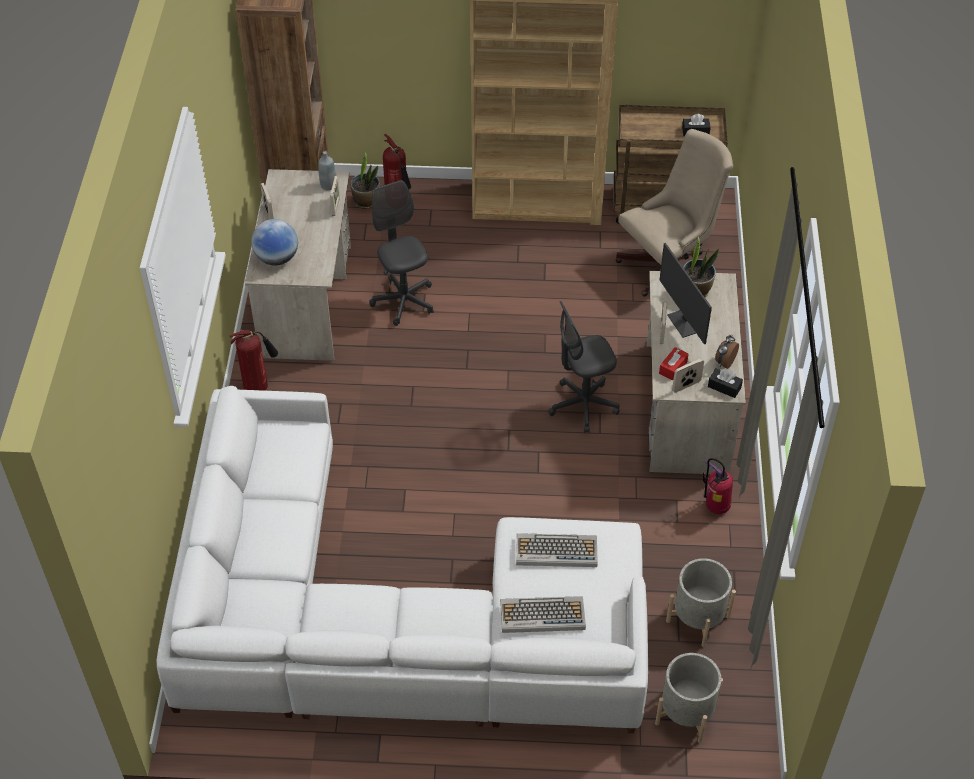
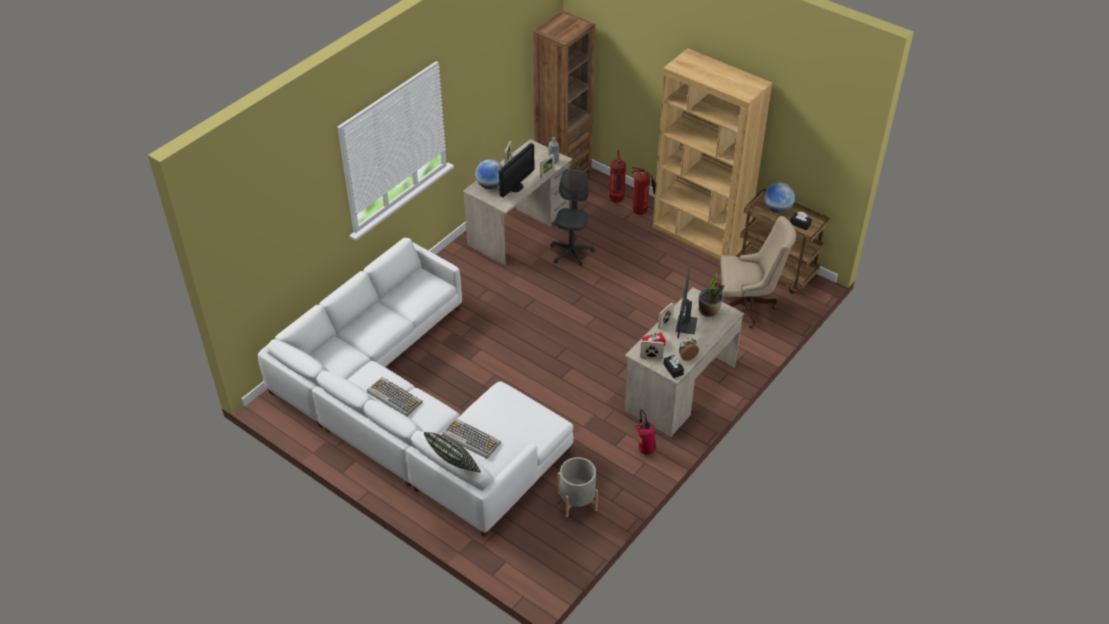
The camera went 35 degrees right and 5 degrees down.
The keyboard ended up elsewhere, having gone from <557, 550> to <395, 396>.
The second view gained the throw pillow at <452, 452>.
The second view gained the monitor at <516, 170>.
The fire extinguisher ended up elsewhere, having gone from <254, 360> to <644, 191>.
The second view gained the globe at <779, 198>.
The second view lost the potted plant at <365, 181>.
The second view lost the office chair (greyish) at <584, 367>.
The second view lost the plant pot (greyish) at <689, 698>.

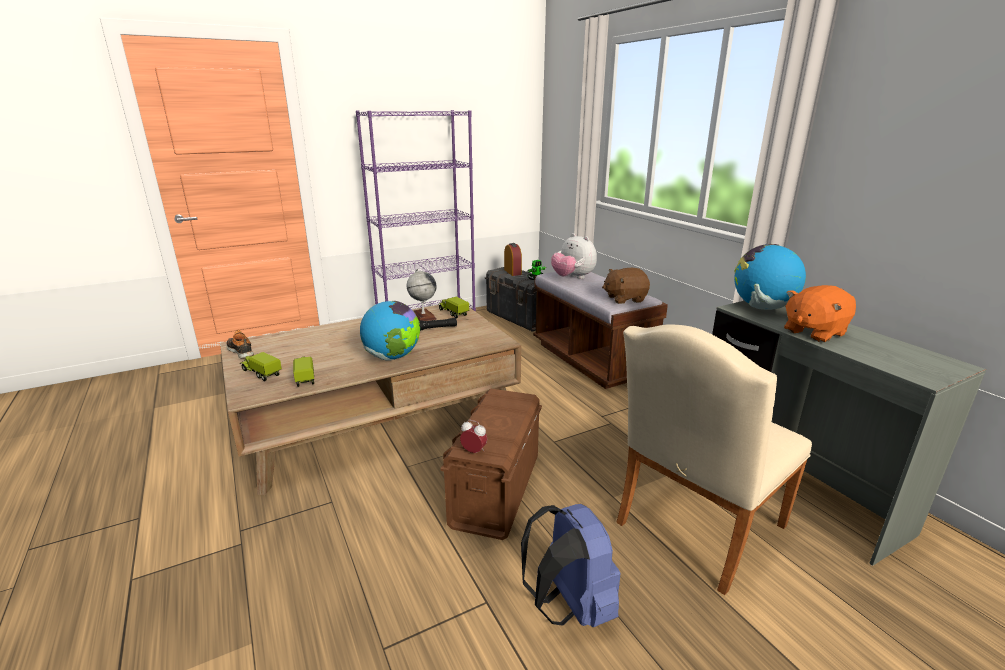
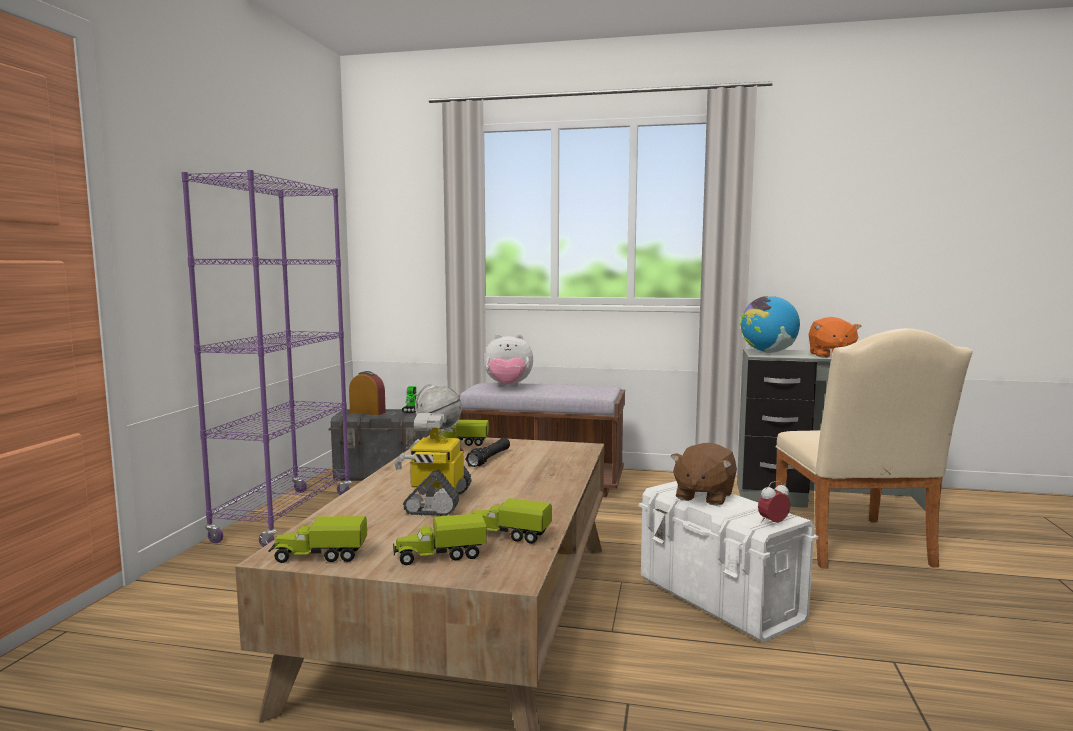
The camera went 50 degrees left and 15 degrees down.
Where the item of footwear stood at <240, 344>, the toy truck came to stand at <317, 539>.
The second view gained the robot figure at <433, 464>.
What was the storage box (brownish) at <491, 464> turned into the storage box (white) at <728, 562>.
The cuddly toy (brownish) ended up elsewhere, having gone from <626, 286> to <704, 474>.
The second view lost the globe at <390, 331>.
The second view lost the backpack (blue-coloured) at <571, 565>.

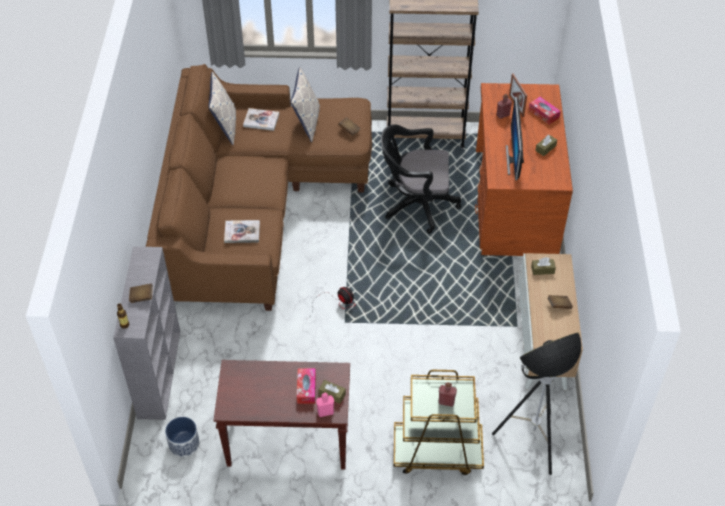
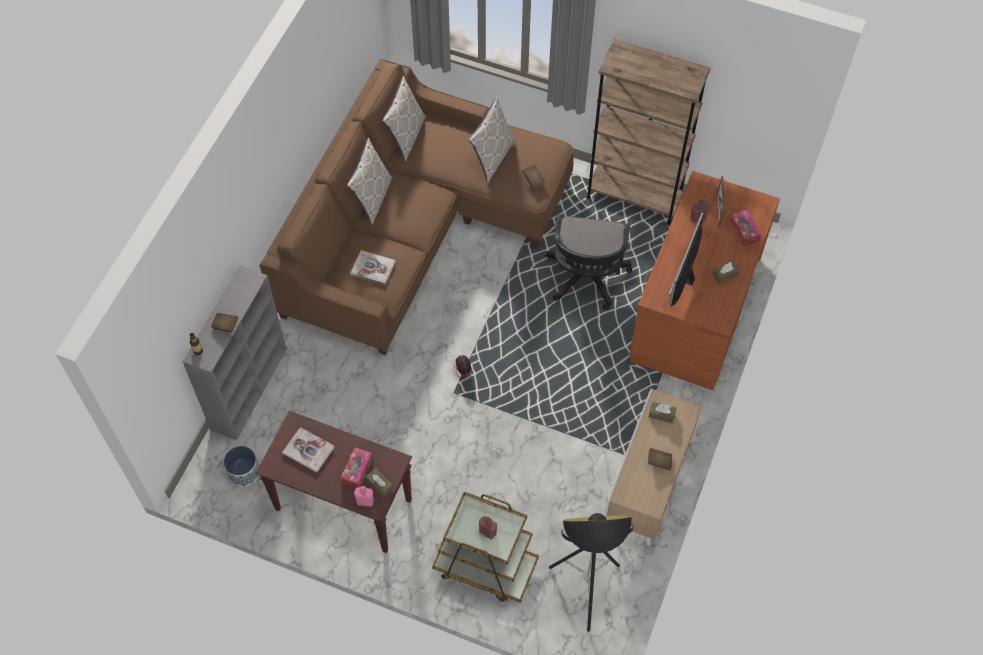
The camera went 20 degrees right and 10 degrees up.
The bound book ended up elsewhere, having gone from <261, 119> to <308, 450>.
The second view gained the throw pillow at <369, 181>.
The office chair (black-coloured) at <421, 179> ended up facing another way, 105 degrees counterclockwise from before.

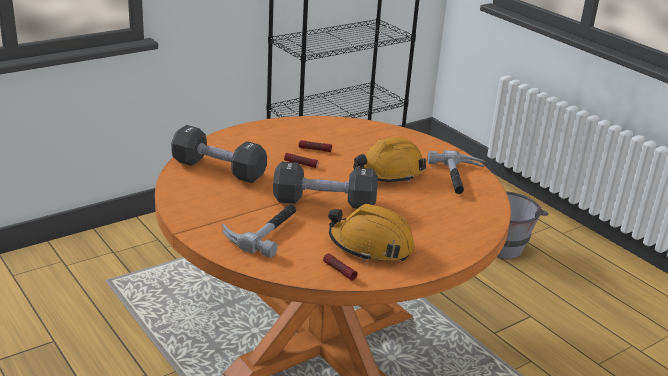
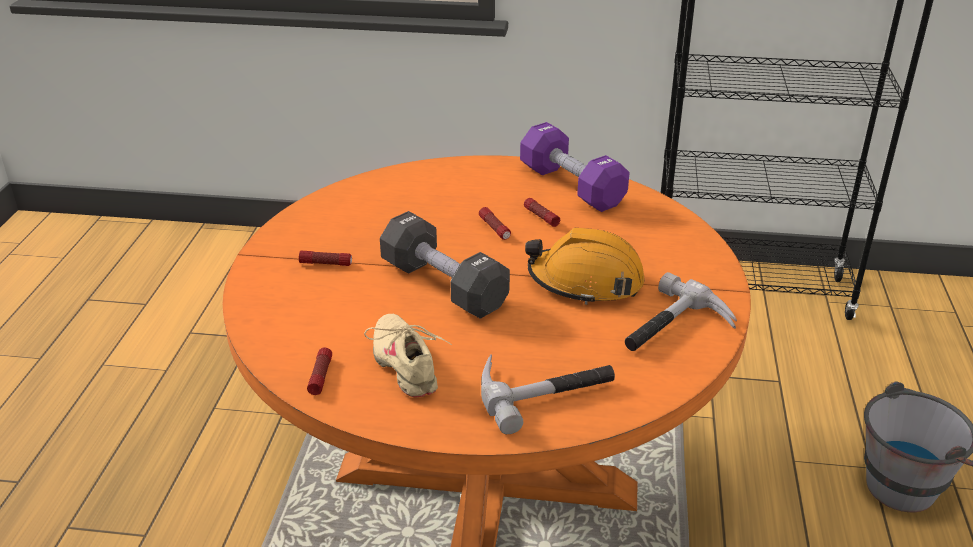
The camera went 45 degrees right and 5 degrees up.
The second view gained the flashlight at <325, 258>.
Where the safety helmet (orange-coloured) stood at <371, 232>, the item of footwear (beige) came to stand at <408, 356>.
The tool hammer ended up elsewhere, having gone from <259, 231> to <548, 394>.
The second view gained the hand weight (purplish) at <575, 167>.
The second view lost the hand weight (black-coloured) at <219, 154>.

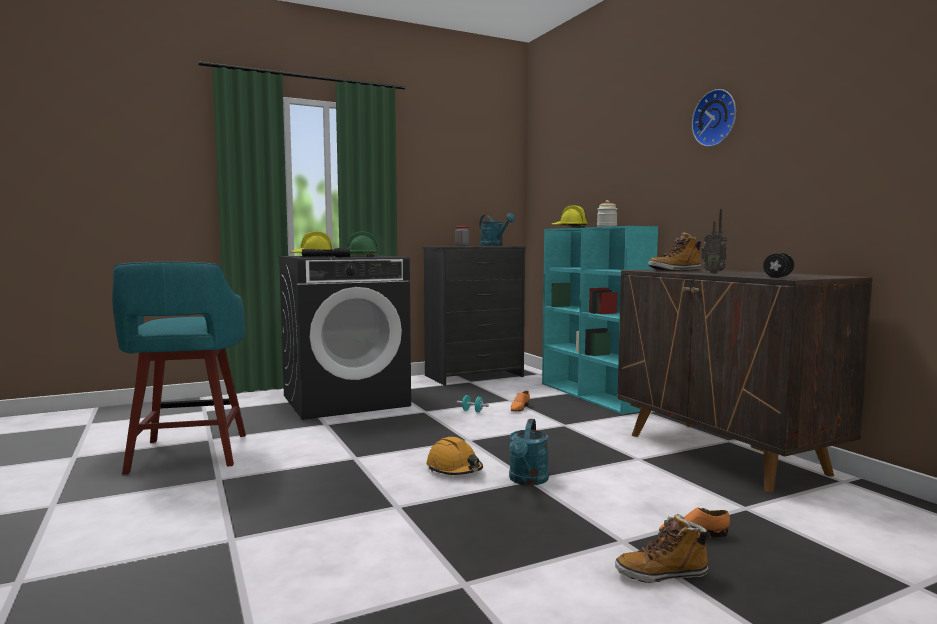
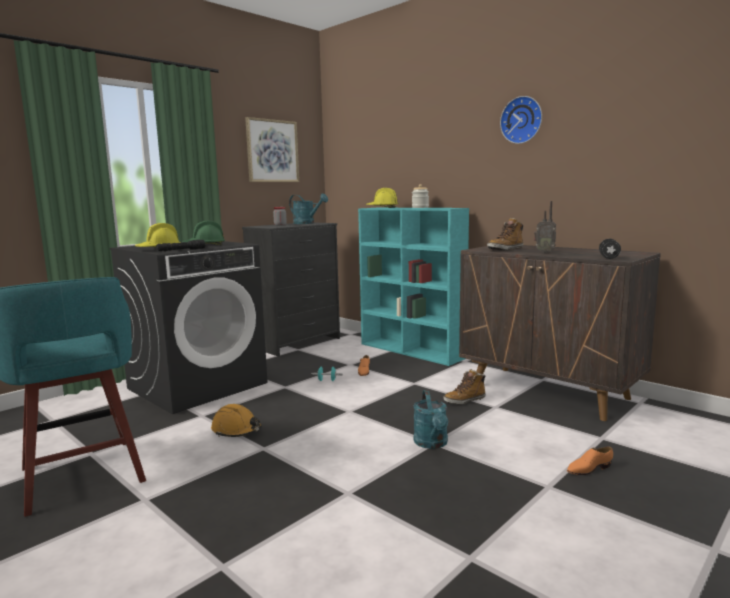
The camera went 20 degrees left and 5 degrees up.
The safety helmet (orange-coloured) ended up elsewhere, having gone from <454, 456> to <236, 420>.
The second view gained the wall art at <272, 149>.
The tall boot ended up elsewhere, having gone from <662, 548> to <464, 387>.

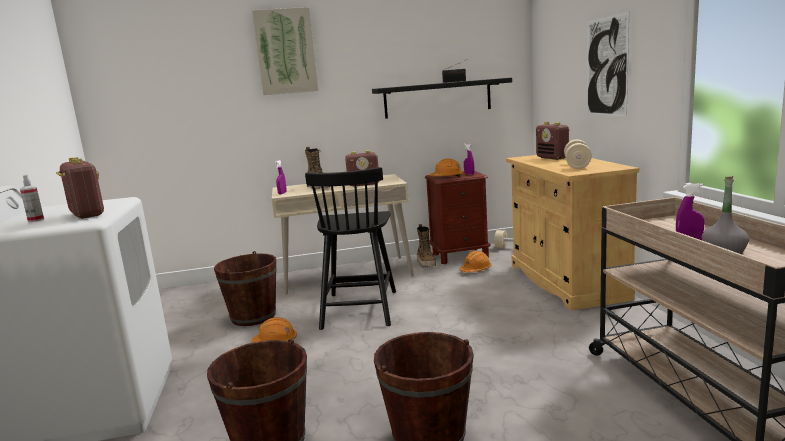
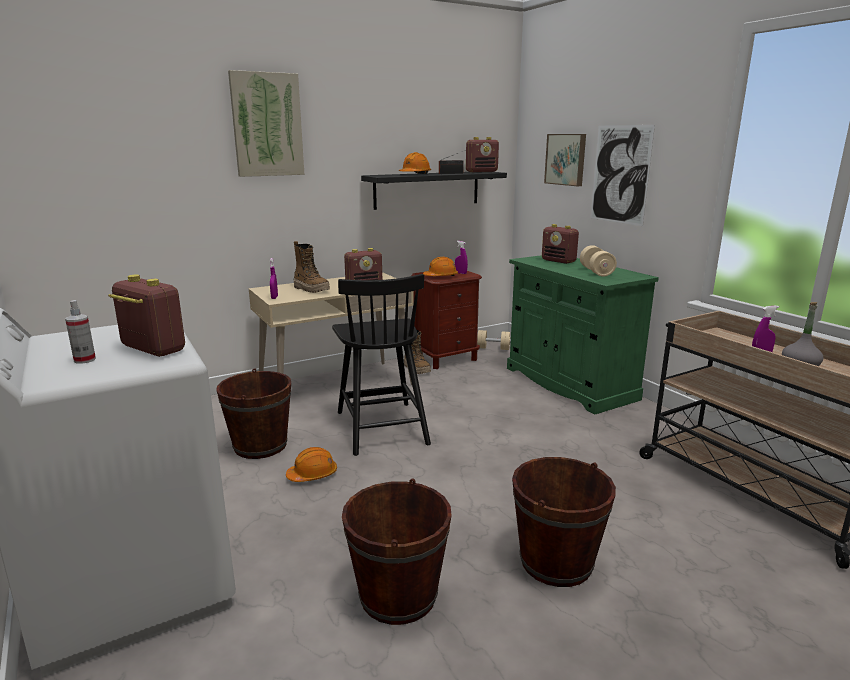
The camera went 20 degrees left and 5 degrees up.
The safety helmet (orange-coloured) ended up elsewhere, having gone from <475, 261> to <415, 163>.
The second view gained the radio at <482, 155>.
What was the cupboard (beige) at <572, 233> turned into the cupboard (green) at <583, 334>.
The second view gained the wall art at <565, 160>.

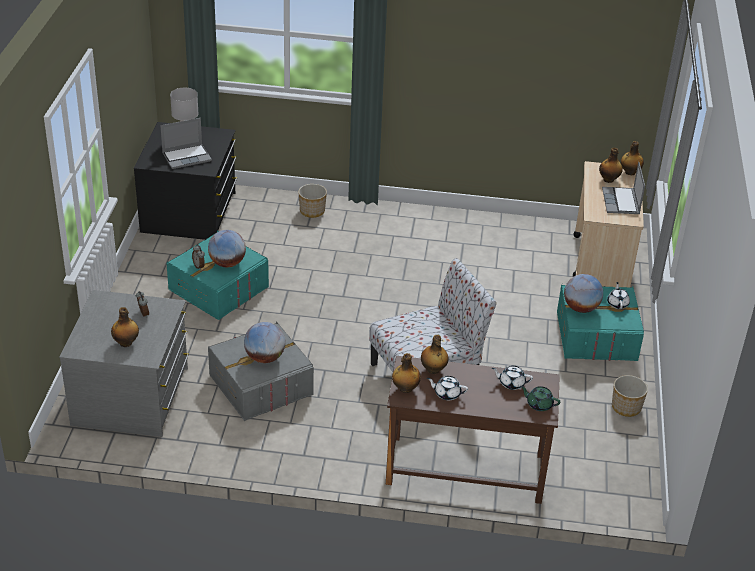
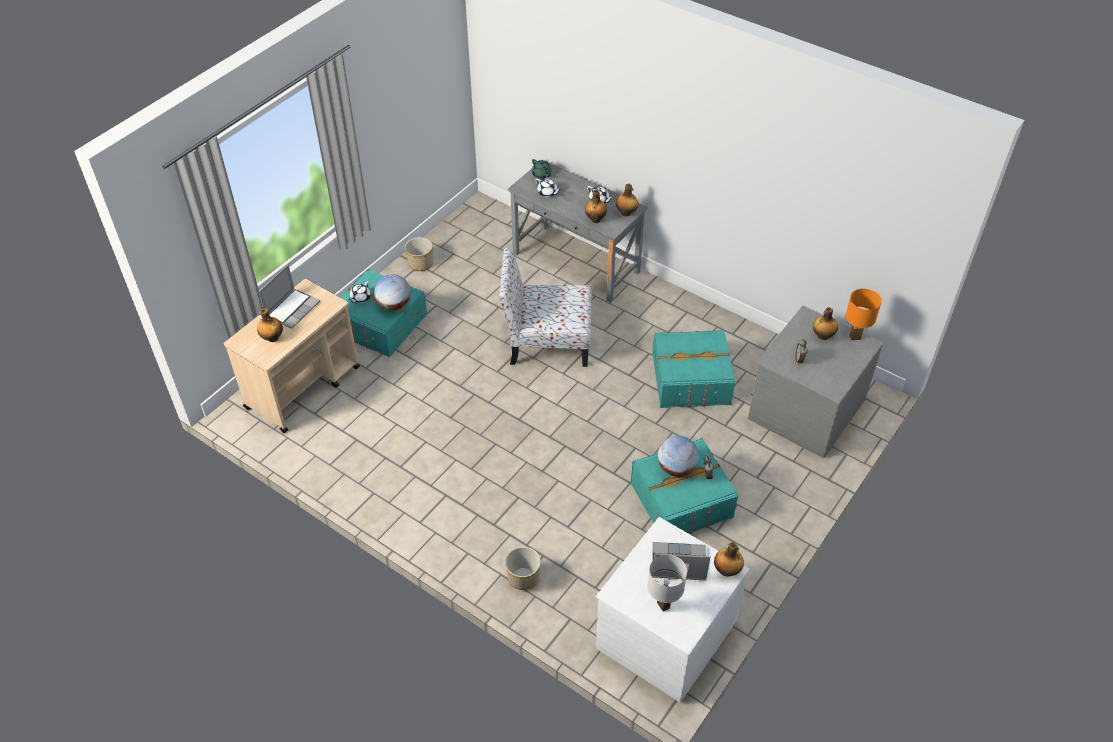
The camera went 150 degrees left and 10 degrees up.
What was the desk (brownish) at <473, 430> turned into the desk (greyish) at <578, 232>.
What was the drawer chest (black-coloured) at <185, 181> turned into the drawer chest (white) at <672, 609>.
What was the storage box (greyish) at <261, 371> turned into the storage box (turquoise) at <693, 368>.
The drink bottle ended up elsewhere, having gone from <632, 158> to <729, 559>.
The second view gained the lamp for a table (orange-coloured) at <864, 315>.
The second view lost the globe at <264, 342>.

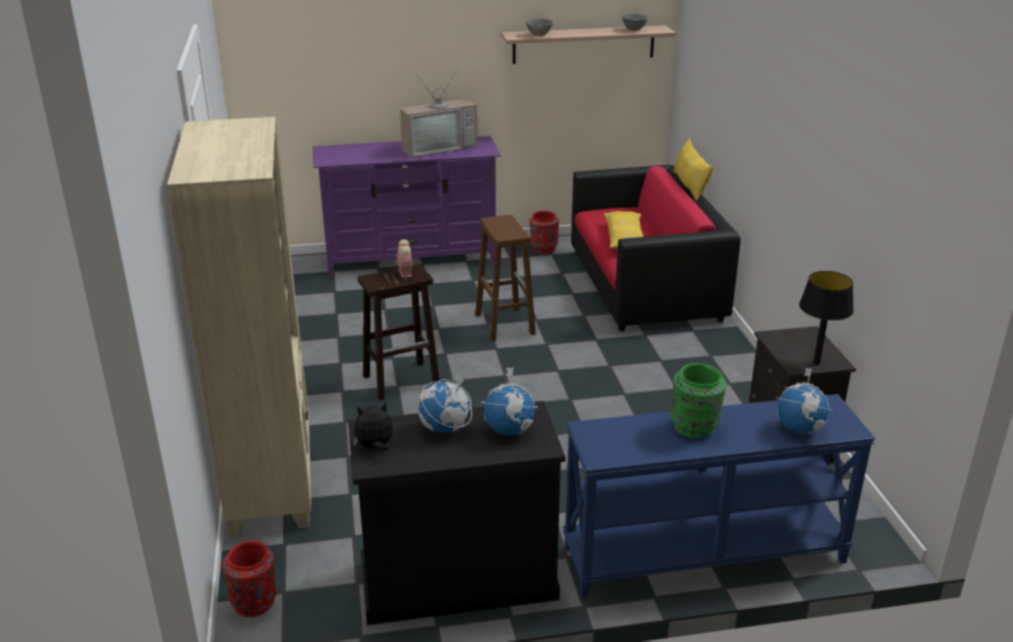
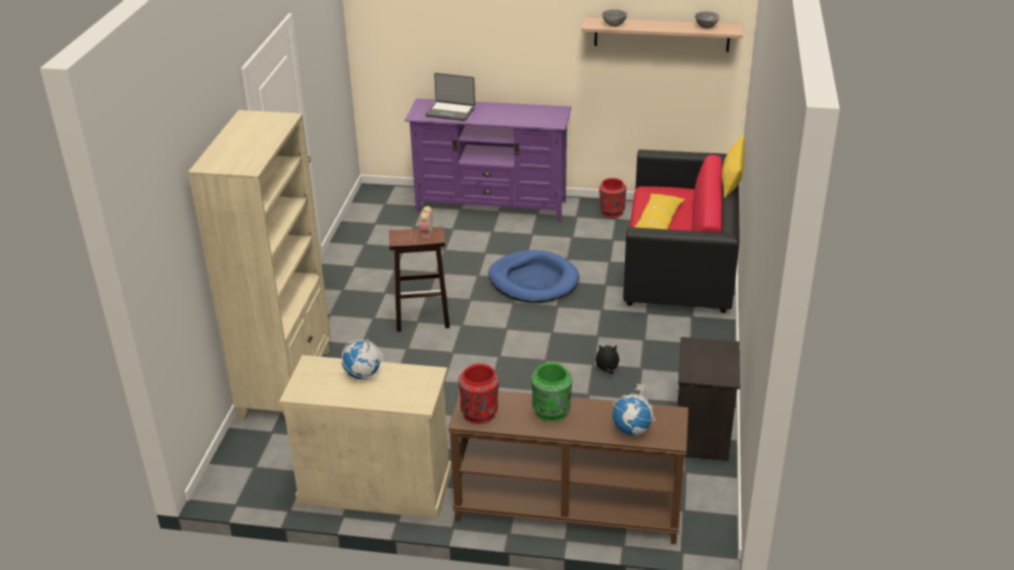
The camera went 20 degrees right and 5 degrees up.
What was the cupboard (black-coloured) at <456, 513> turned into the cupboard (beige) at <365, 437>.
The second view gained the notebook computer at <450, 97>.
What was the hall table (blue-coloured) at <719, 496> turned into the hall table (brownish) at <568, 467>.
The vase (reddish) ended up elsewhere, having gone from <249, 578> to <478, 394>.
Where the stool (brownish) stood at <505, 278>, the pet bed (blue-coloured) came to stand at <533, 276>.
The cuddly toy ended up elsewhere, having gone from <373, 426> to <606, 359>.
The second view lost the television at <439, 112>.
The second view lost the globe at <509, 401>.
The second view lost the lamp for a table (black-coloured) at <826, 318>.

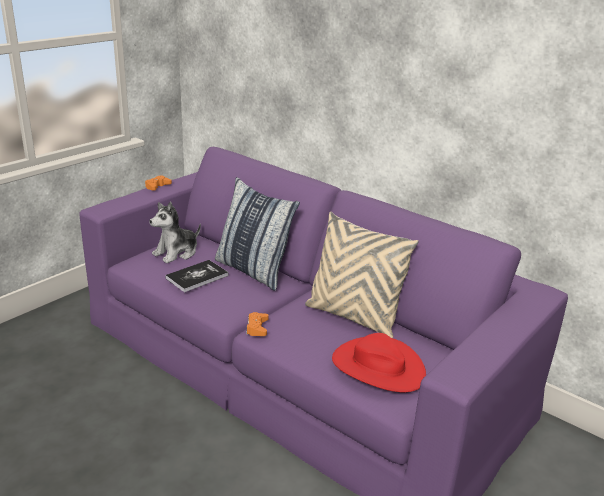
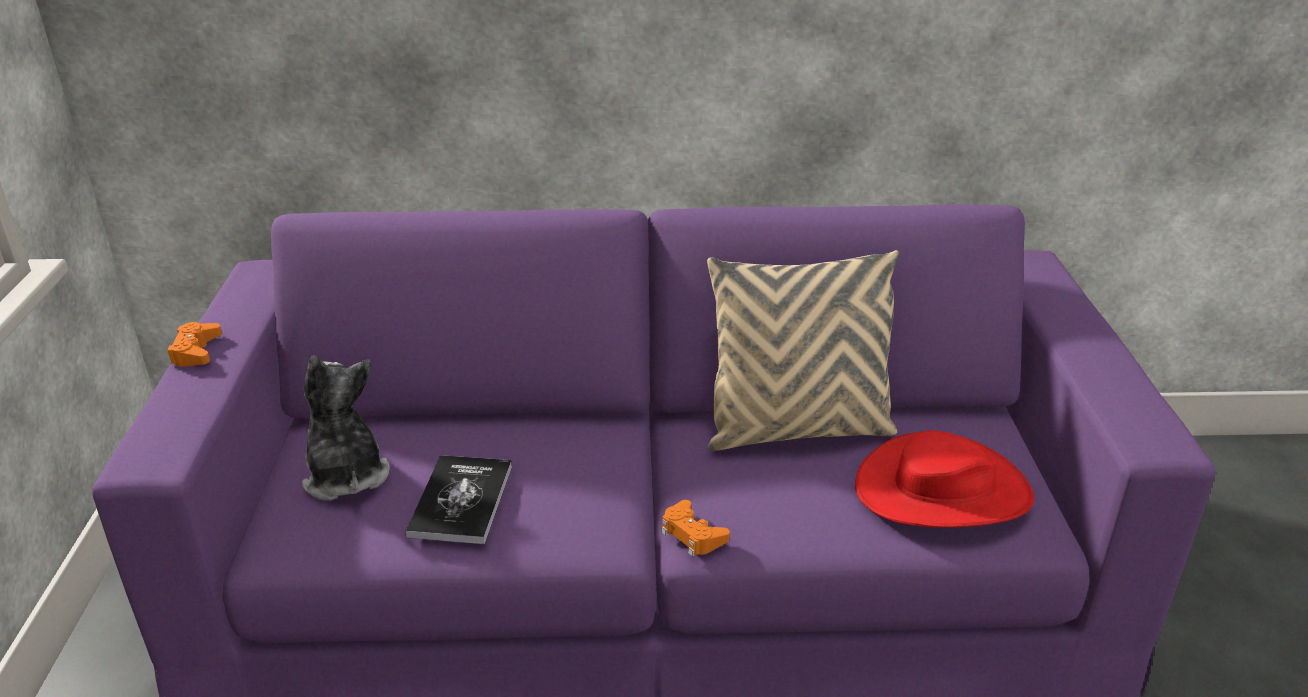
The camera went 40 degrees left and 5 degrees up.
The cuddly toy at <175, 232> ended up facing another way, 150 degrees clockwise from before.
The second view lost the throw pillow at <257, 234>.

